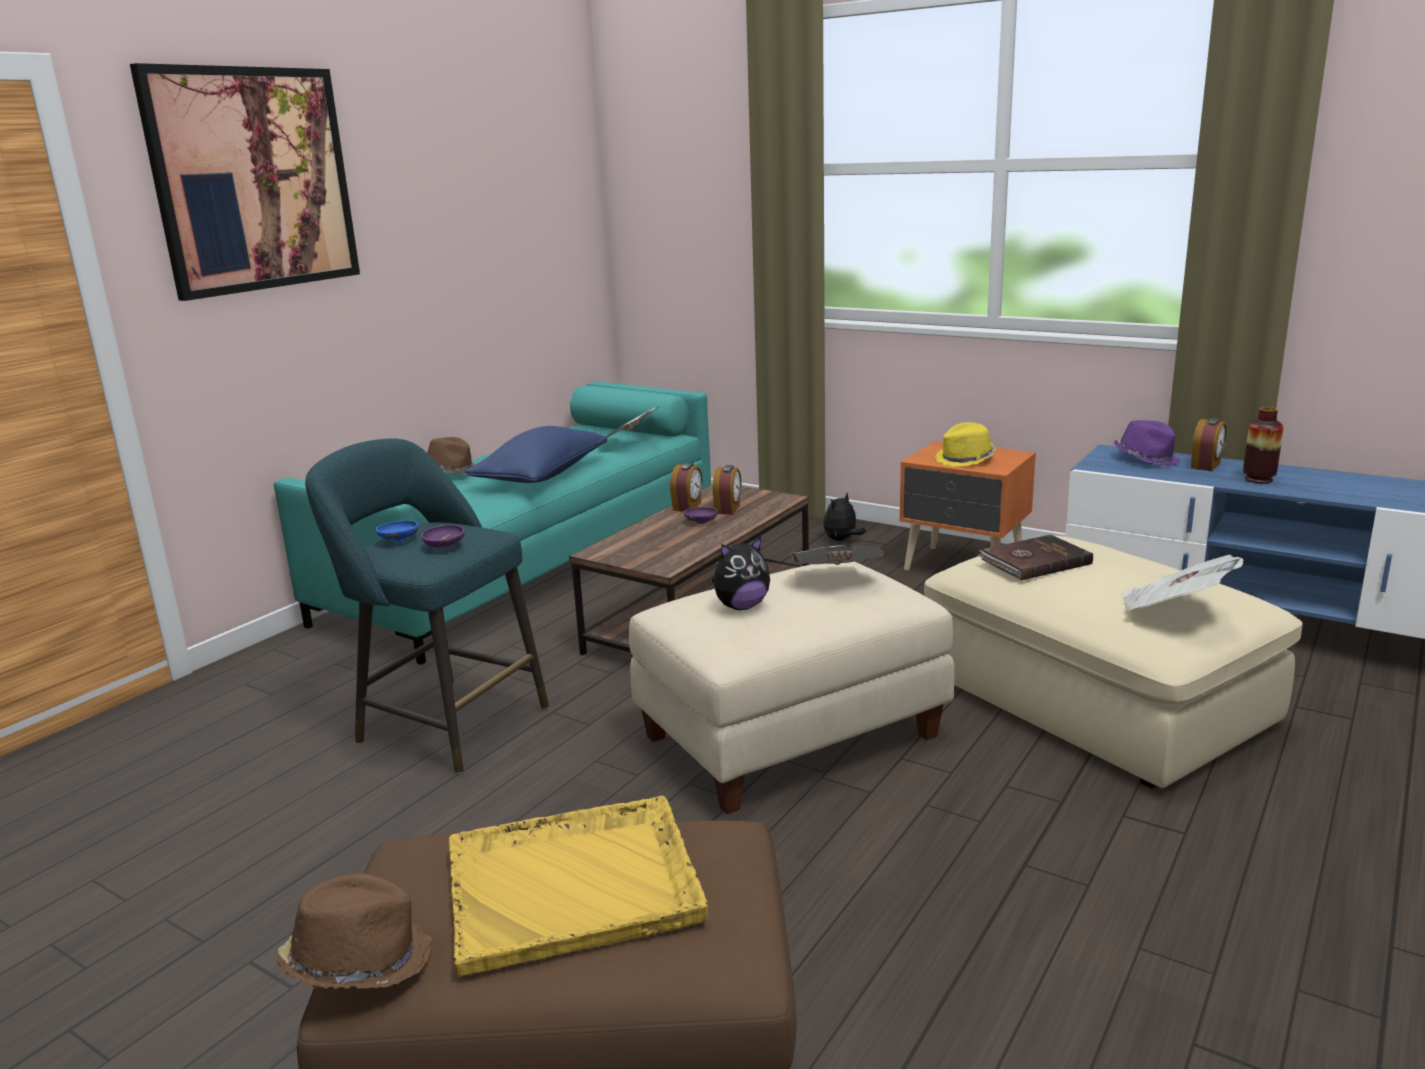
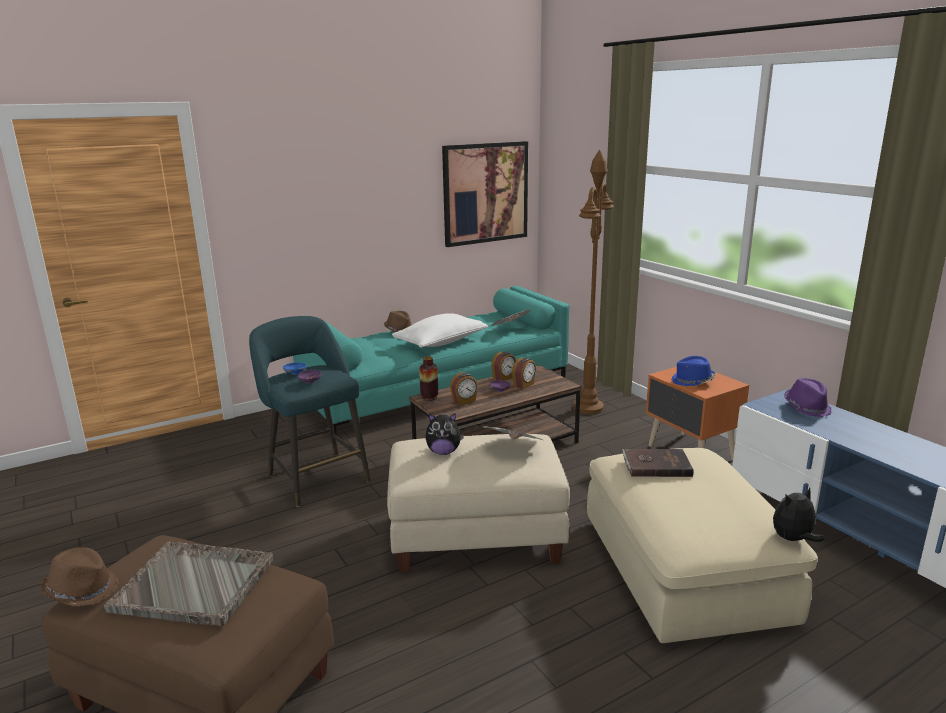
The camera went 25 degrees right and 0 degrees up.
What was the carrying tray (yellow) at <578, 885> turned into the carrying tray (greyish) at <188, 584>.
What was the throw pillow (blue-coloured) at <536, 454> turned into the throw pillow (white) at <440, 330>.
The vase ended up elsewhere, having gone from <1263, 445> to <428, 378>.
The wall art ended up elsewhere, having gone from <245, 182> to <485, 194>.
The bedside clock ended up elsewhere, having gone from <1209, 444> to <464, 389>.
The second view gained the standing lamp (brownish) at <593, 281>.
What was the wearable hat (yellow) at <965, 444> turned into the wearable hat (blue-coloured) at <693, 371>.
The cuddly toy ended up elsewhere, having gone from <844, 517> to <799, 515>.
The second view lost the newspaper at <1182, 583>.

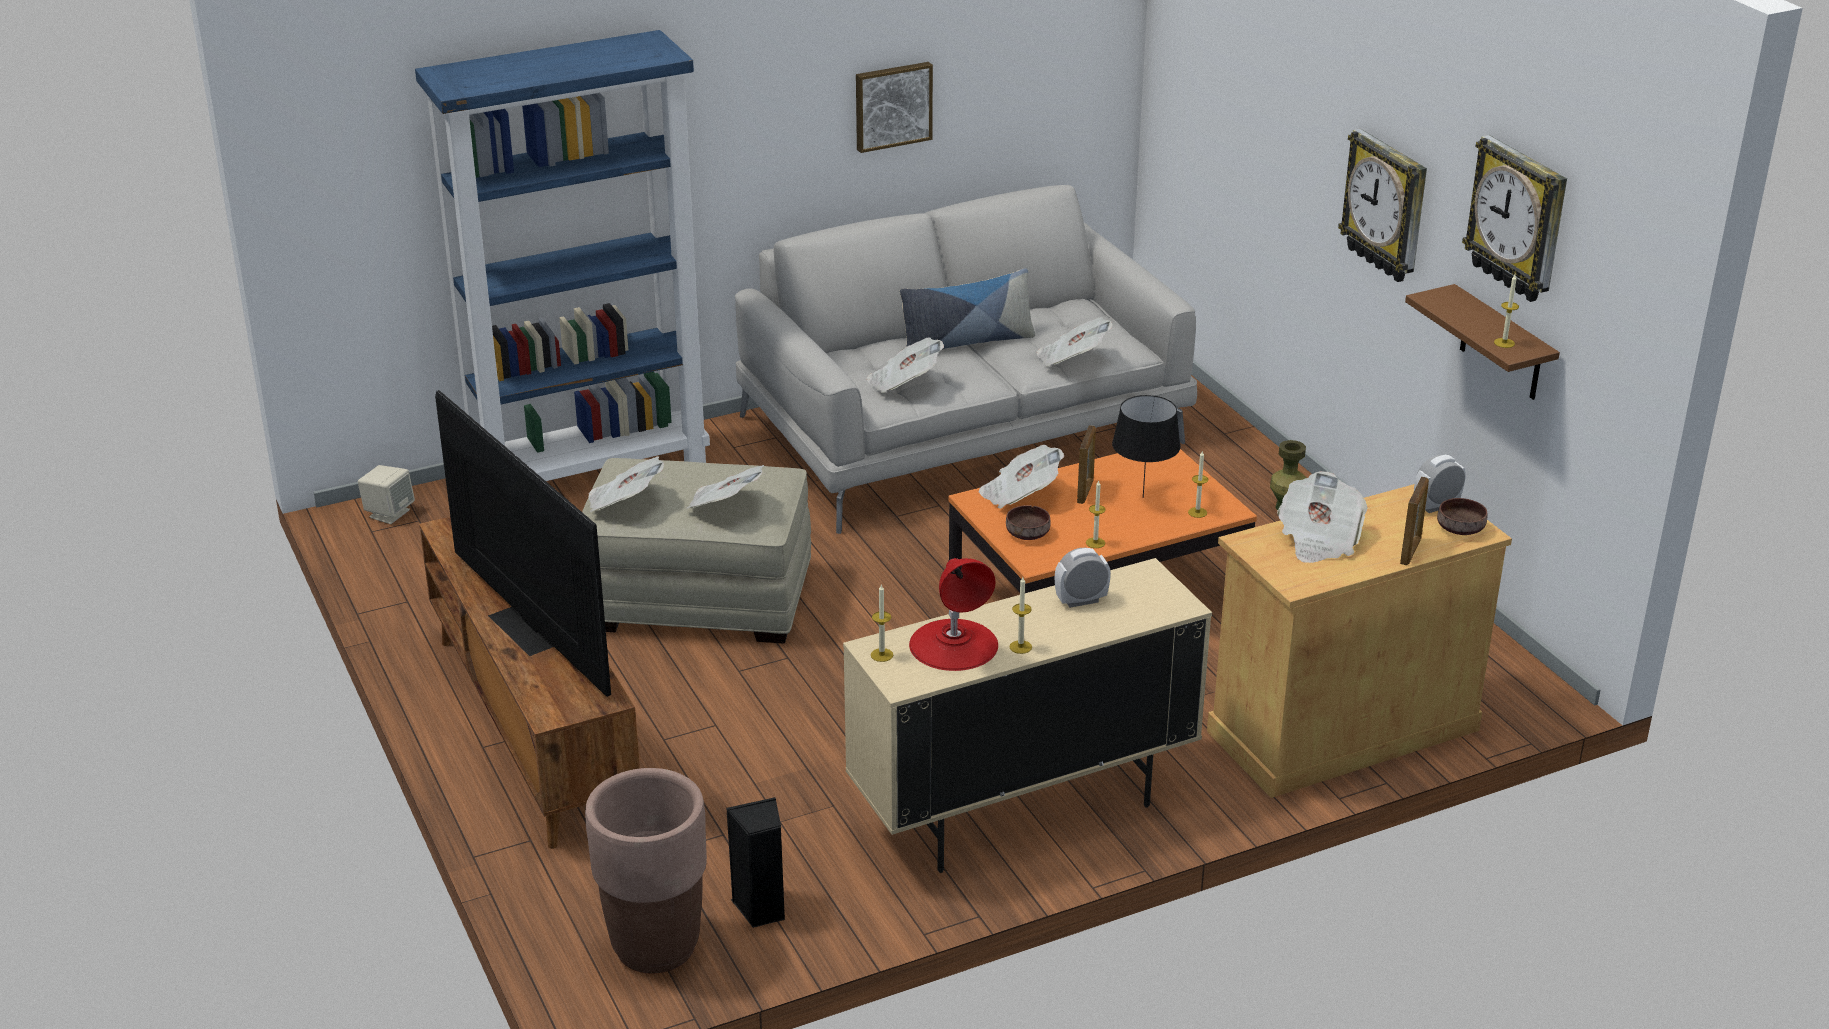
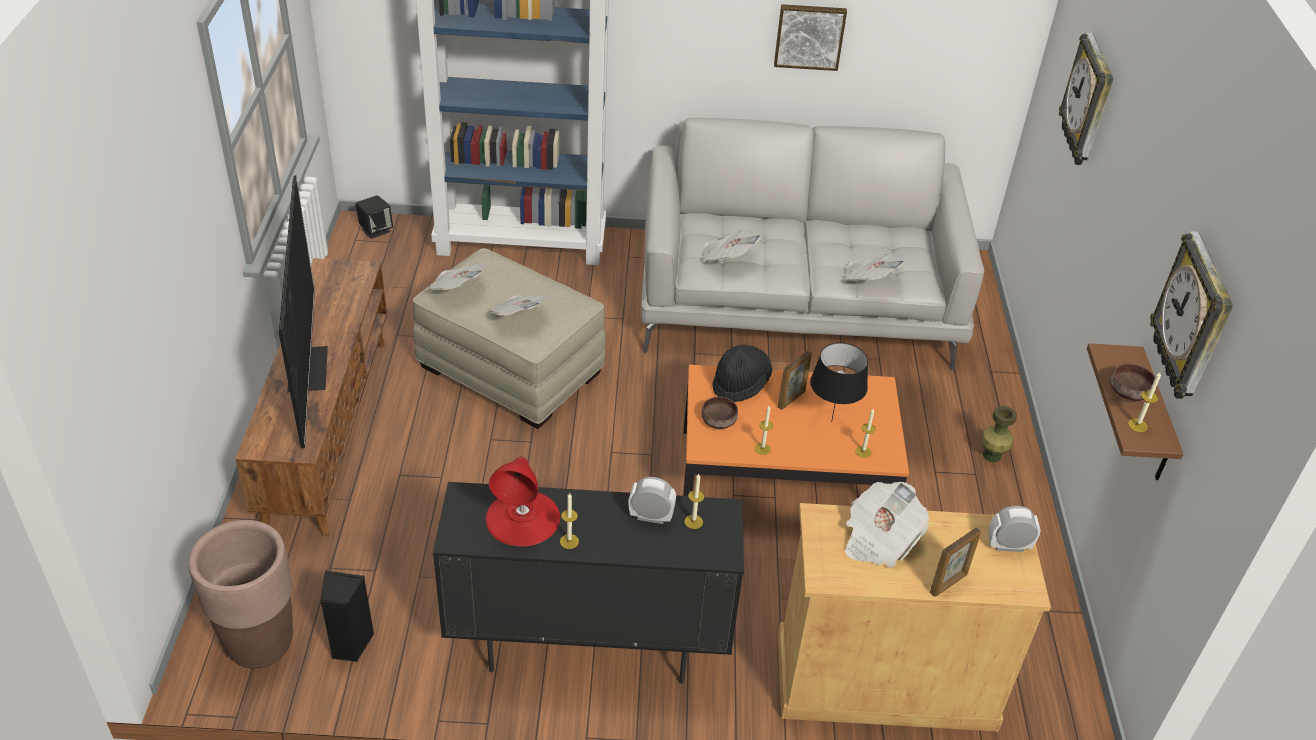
The camera went 25 degrees right and 10 degrees up.
What was the loudspeaker (beige) at <386, 494> turned into the loudspeaker (black-coloured) at <374, 217>.
What was the cupboard (beige) at <1027, 715> turned into the cupboard (black-coloured) at <588, 583>.
The wax candle ended up elsewhere, having gone from <882, 623> to <694, 501>.
Where the newspaper stood at <1021, 477>, the wearable hat (black-coloured) came to stand at <742, 373>.
The hanging clock ended up elsewhere, having gone from <1382, 205> to <1086, 98>.
The serving bowl (brownish) ended up elsewhere, having gone from <1462, 516> to <1132, 382>.
The second view lost the throw pillow at <967, 308>.

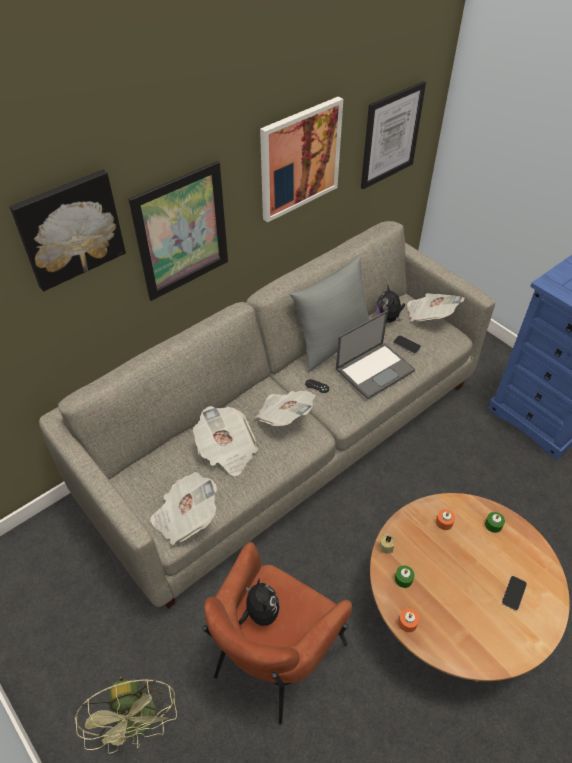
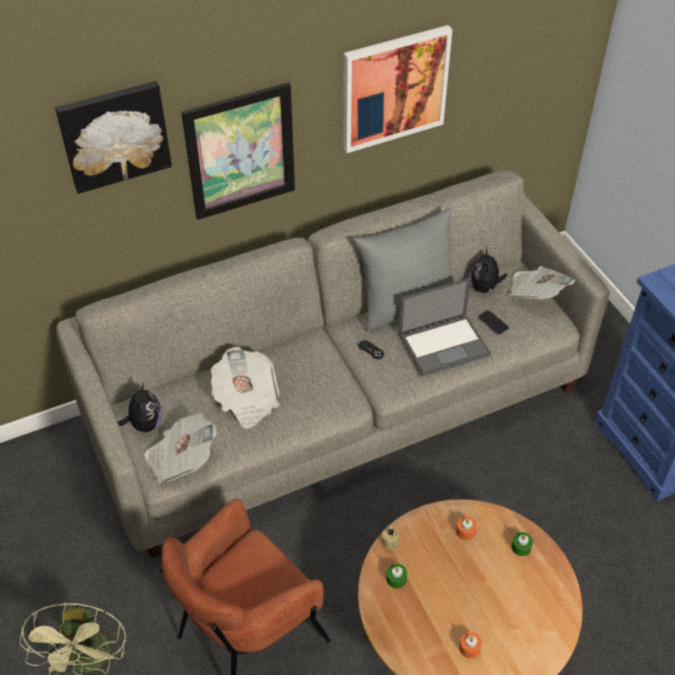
The camera went 15 degrees right and 0 degrees up.
The cuddly toy ended up elsewhere, having gone from <259, 602> to <139, 407>.
The wax candle (orange-coloured) ended up elsewhere, having gone from <408, 620> to <470, 645>.
The second view lost the newspaper at <285, 408>.
The second view lost the wall art at <393, 135>.
The second view lost the phone at <514, 593>.

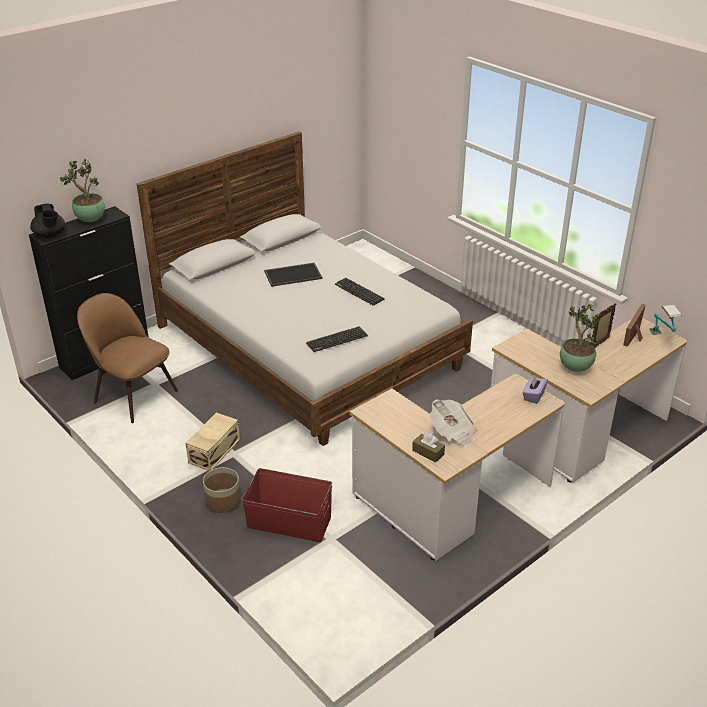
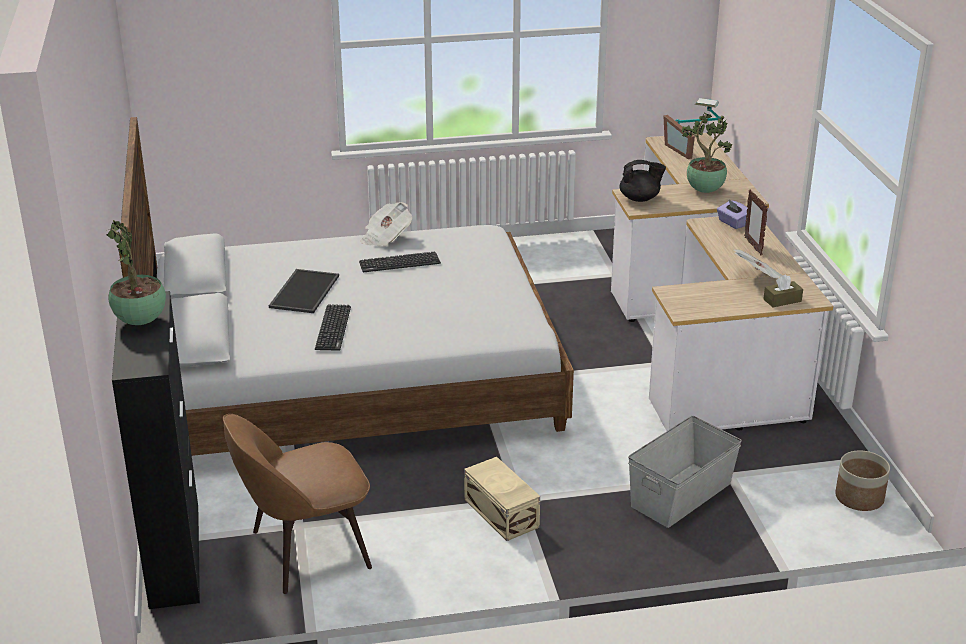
The camera went 60 degrees left and 5 degrees down.
The keyboard ended up elsewhere, having gone from <337, 339> to <333, 327>.
The second view gained the newspaper at <386, 224>.
The pot for tea (black-coloured) ended up elsewhere, having gone from <47, 221> to <642, 181>.
What was the storage box (reddish) at <287, 505> turned into the storage box (greyish) at <685, 472>.
The picture frame ended up elsewhere, having gone from <603, 325> to <756, 222>.
The plant pot ended up elsewhere, having gone from <222, 490> to <862, 481>.

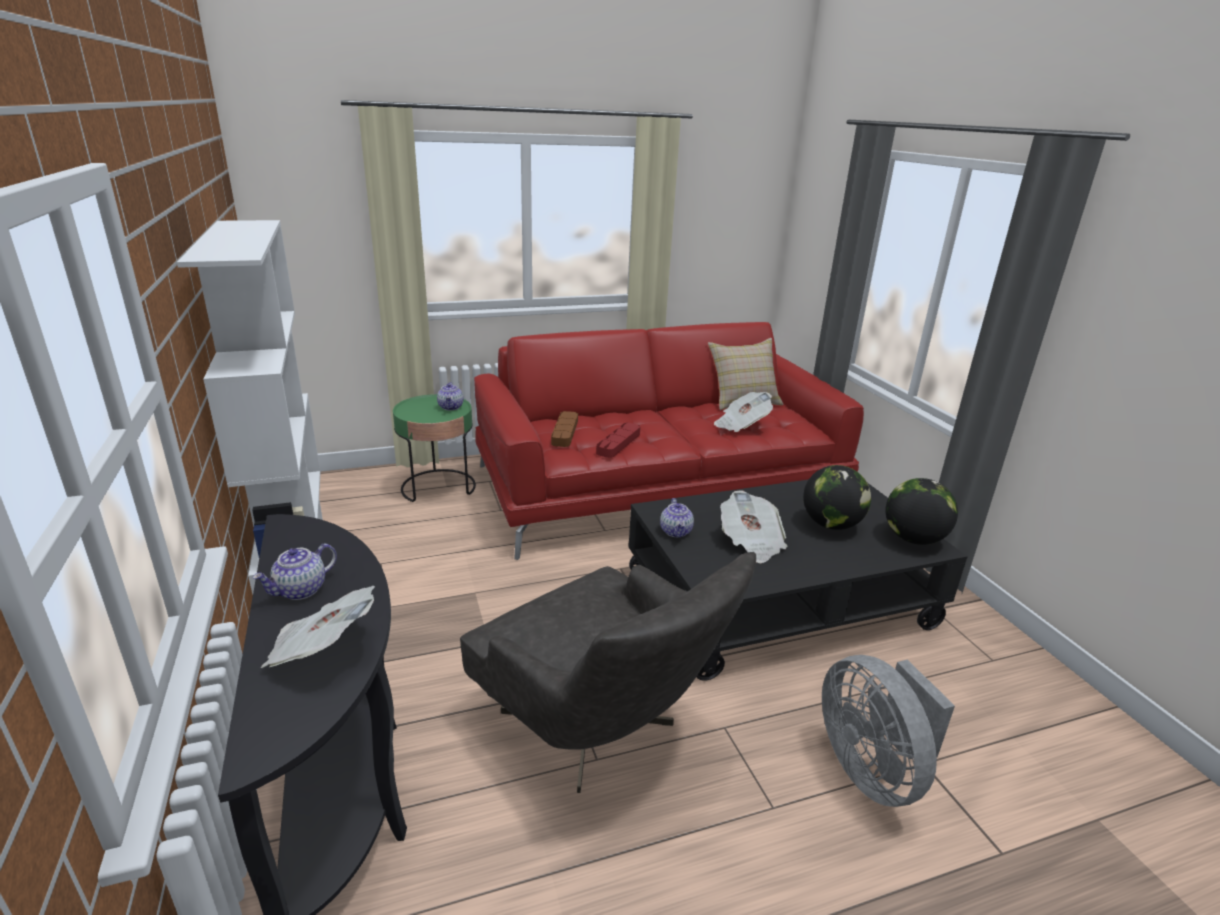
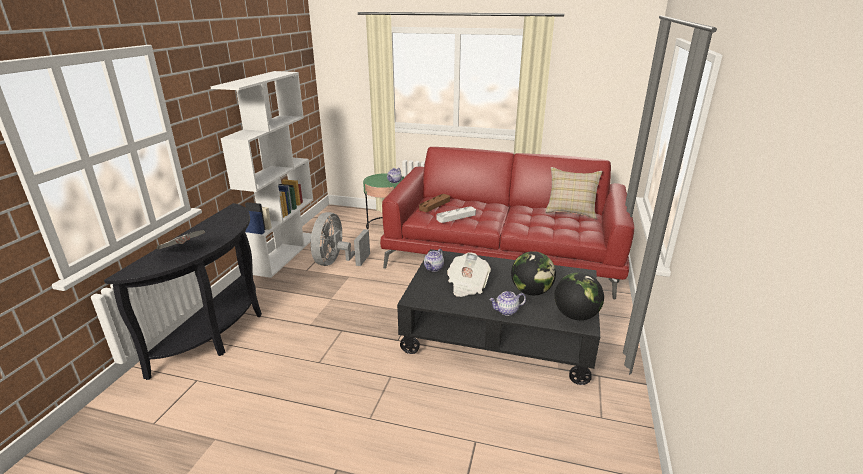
The camera went 35 degrees right and 0 degrees up.
The cooling fan (greyish) ended up elsewhere, having gone from <888, 731> to <340, 239>.
What was the carrying tray (reddish) at <618, 440> turned into the carrying tray (greyish) at <456, 214>.
The pot for tea ended up elsewhere, having gone from <294, 571> to <507, 303>.
The second view lost the lounge chair (greyish) at <608, 672>.
The second view lost the newspaper at <743, 412>.

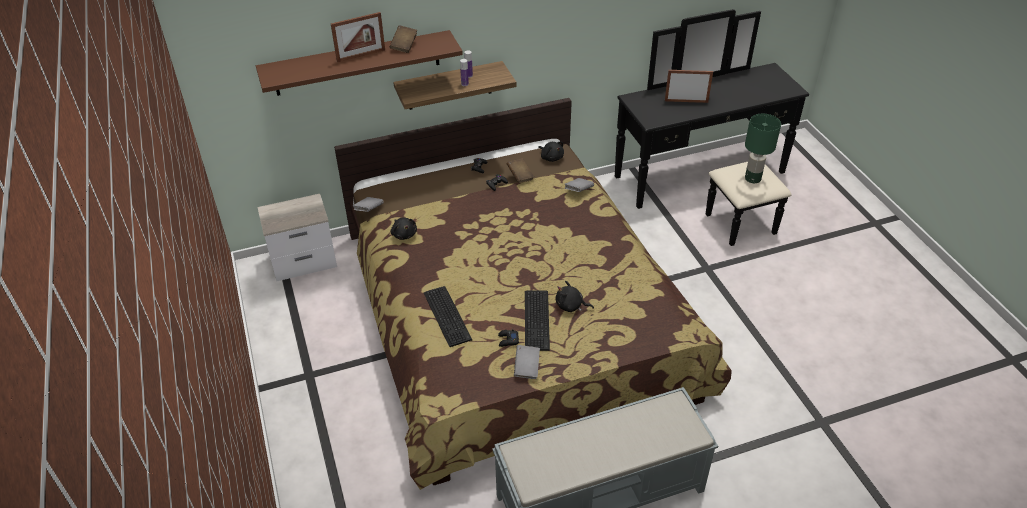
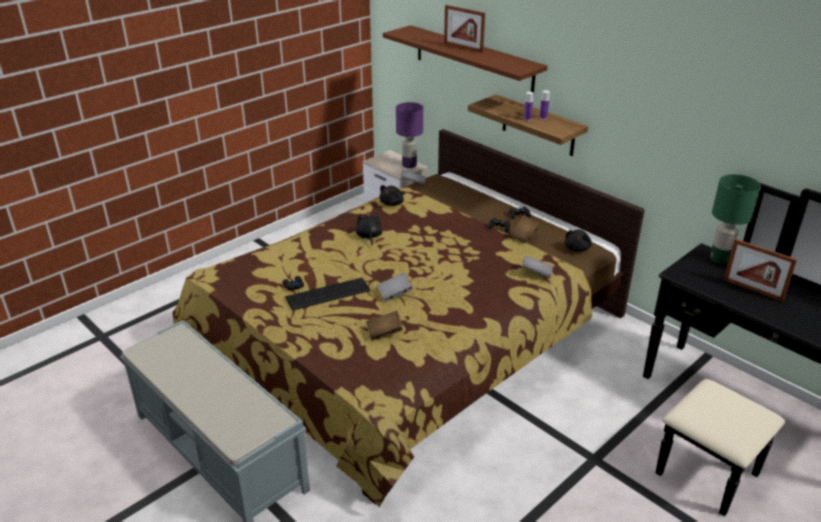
The camera went 65 degrees right and 10 degrees down.
The cuddly toy (black-coloured) ended up elsewhere, having gone from <575, 296> to <369, 228>.
The bound book (brownish) ended up elsewhere, having gone from <403, 39> to <384, 326>.
The bound book (greyish) ended up elsewhere, having gone from <527, 362> to <395, 287>.
The second view gained the lamp for a table (purplish) at <409, 135>.
The lamp for a table (green) ended up elsewhere, having gone from <763, 148> to <735, 219>.
The picture frame at <689, 86> ended up facing another way, 150 degrees clockwise from before.
The second view lost the keyboard at <448, 316>.

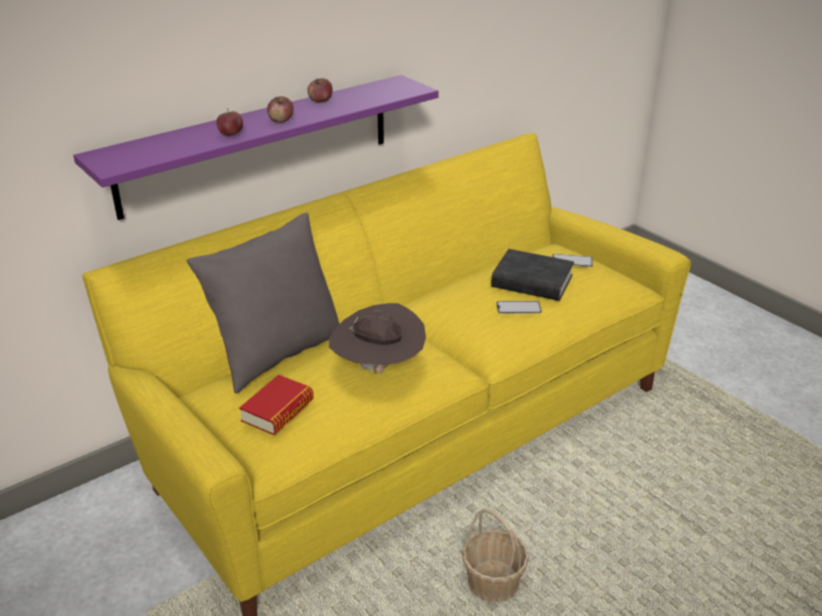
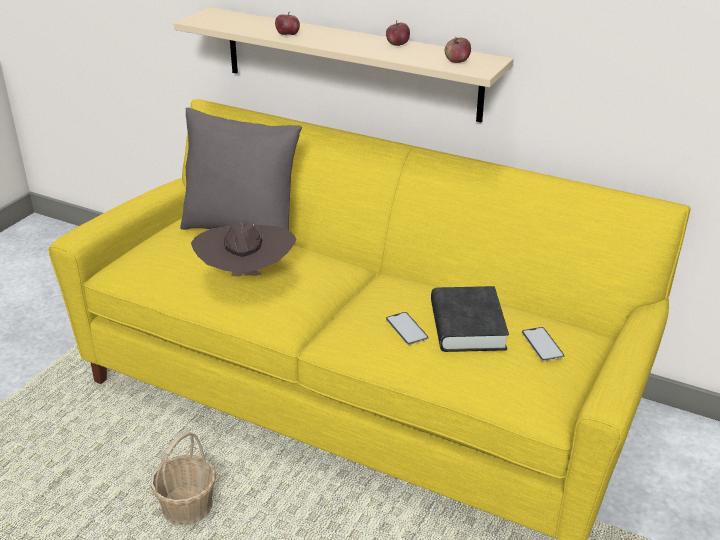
The camera went 65 degrees right and 0 degrees up.
What was the bracket shelf (purplish) at <256, 147> turned into the bracket shelf (beige) at <344, 65>.
The whole apple ended up elsewhere, having gone from <280, 109> to <458, 50>.
The second view lost the bound book at <276, 405>.

